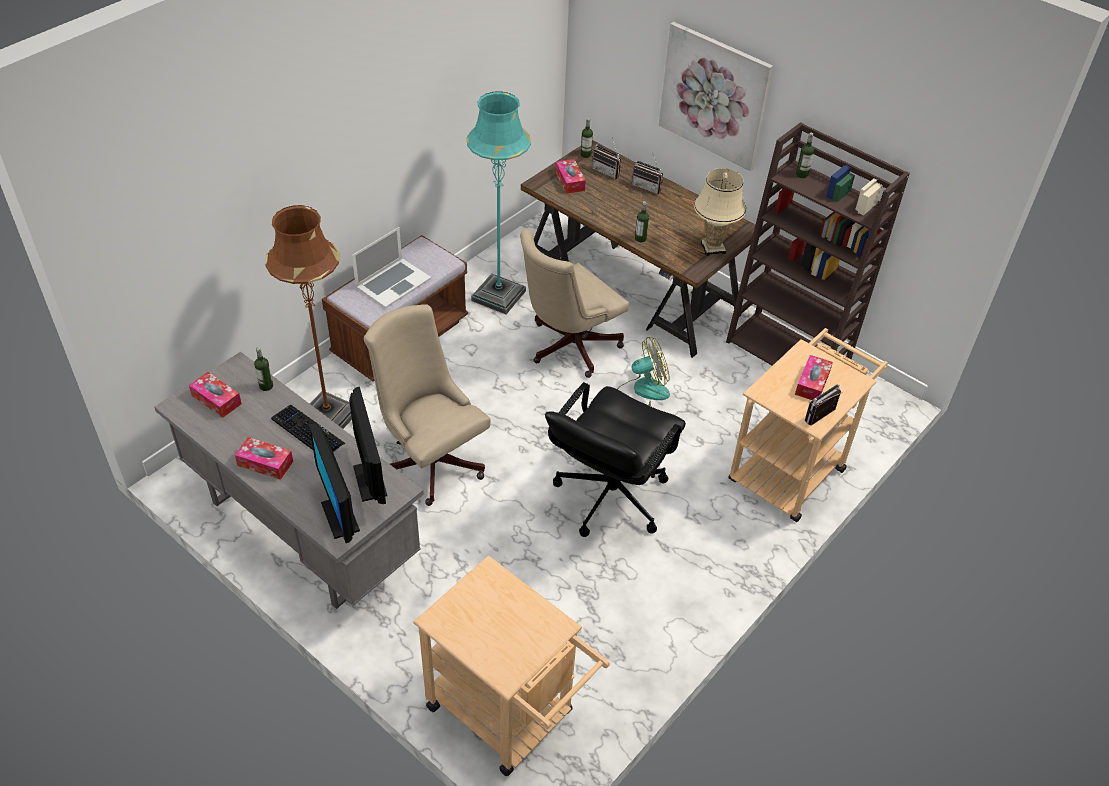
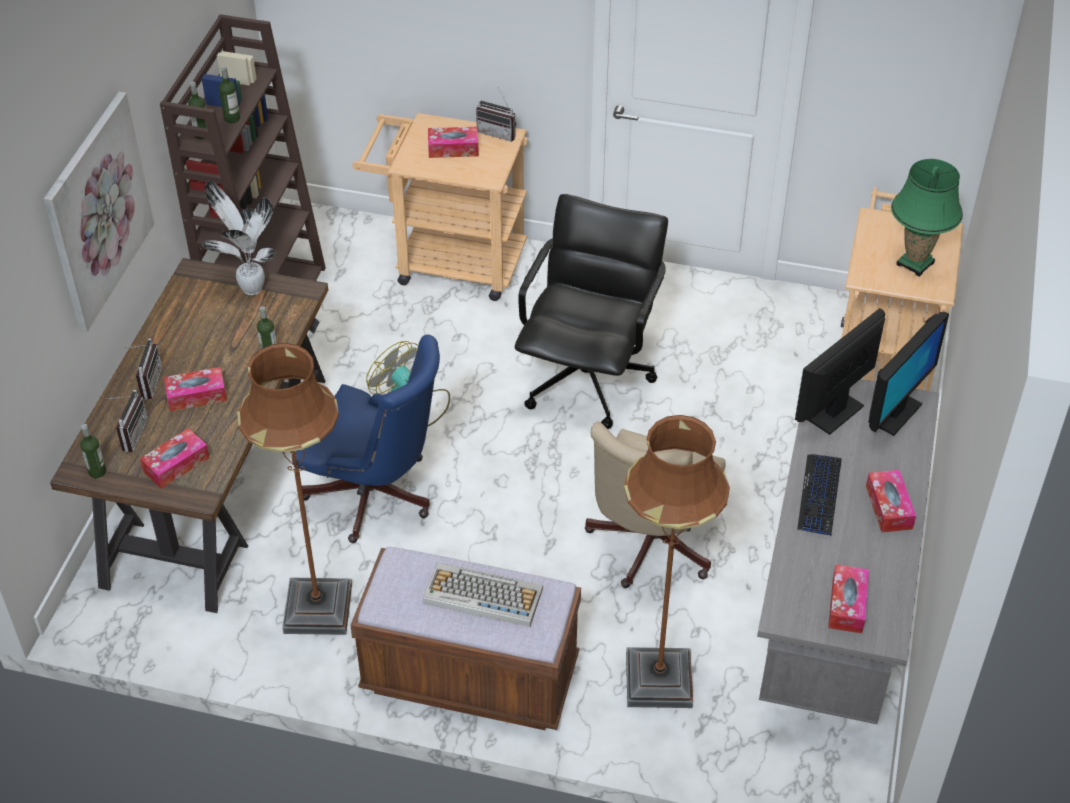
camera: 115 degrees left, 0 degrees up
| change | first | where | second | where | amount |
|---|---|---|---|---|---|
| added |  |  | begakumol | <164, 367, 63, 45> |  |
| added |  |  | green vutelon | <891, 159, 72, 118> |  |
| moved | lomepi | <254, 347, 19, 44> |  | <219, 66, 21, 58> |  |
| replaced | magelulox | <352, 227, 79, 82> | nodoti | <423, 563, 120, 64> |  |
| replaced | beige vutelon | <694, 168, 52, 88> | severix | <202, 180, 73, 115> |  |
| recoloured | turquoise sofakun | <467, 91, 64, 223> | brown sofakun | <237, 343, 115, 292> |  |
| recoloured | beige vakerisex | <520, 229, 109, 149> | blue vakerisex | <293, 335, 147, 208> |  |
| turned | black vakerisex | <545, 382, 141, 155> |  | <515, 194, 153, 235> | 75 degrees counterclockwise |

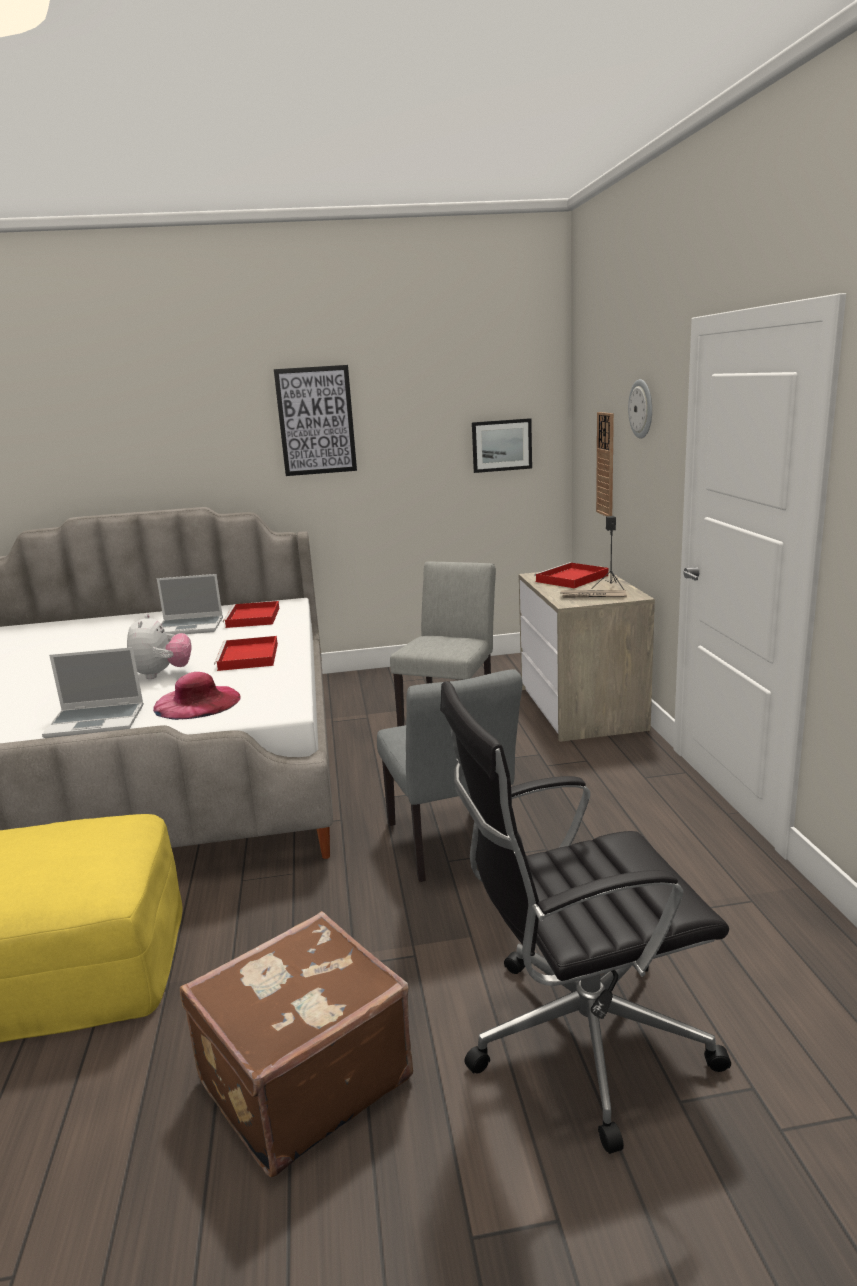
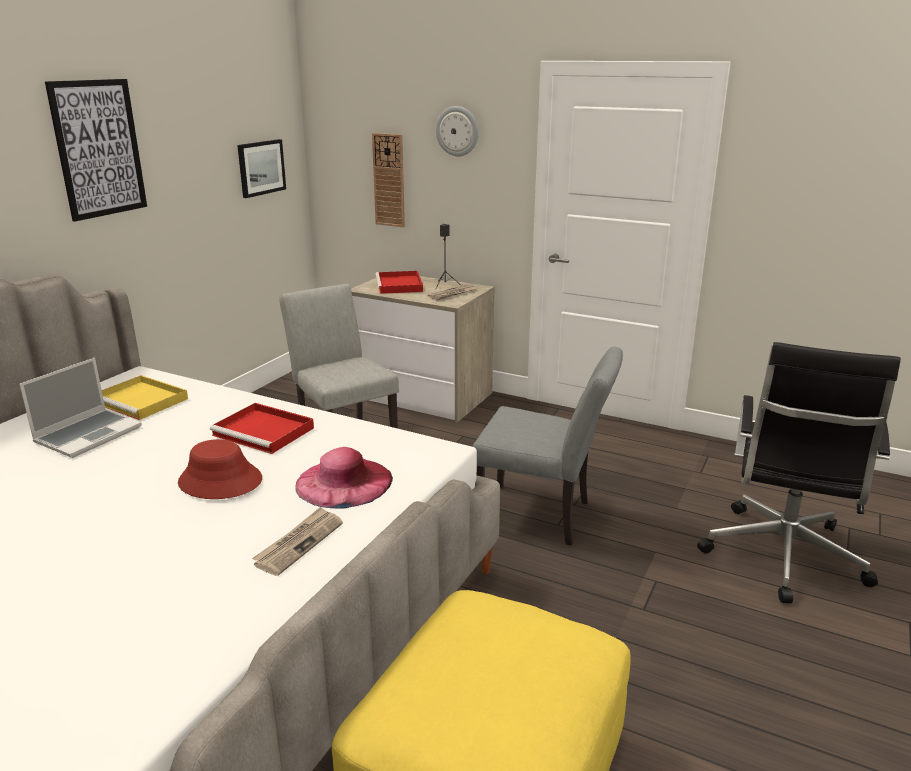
camera: 55 degrees left, 5 degrees up
| change | first | where | second | where | amount |
|---|---|---|---|---|---|
| removed | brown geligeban | <180, 911, 233, 267> |  |  |  |
| replaced | magelulox | <42, 647, 102, 91> | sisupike | <252, 507, 91, 69> |  |
| replaced | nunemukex | <127, 614, 65, 65> | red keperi | <178, 439, 84, 60> |  |
| recoloured | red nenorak | <223, 601, 56, 27> | yellow nenorak | <102, 375, 86, 45> |  |

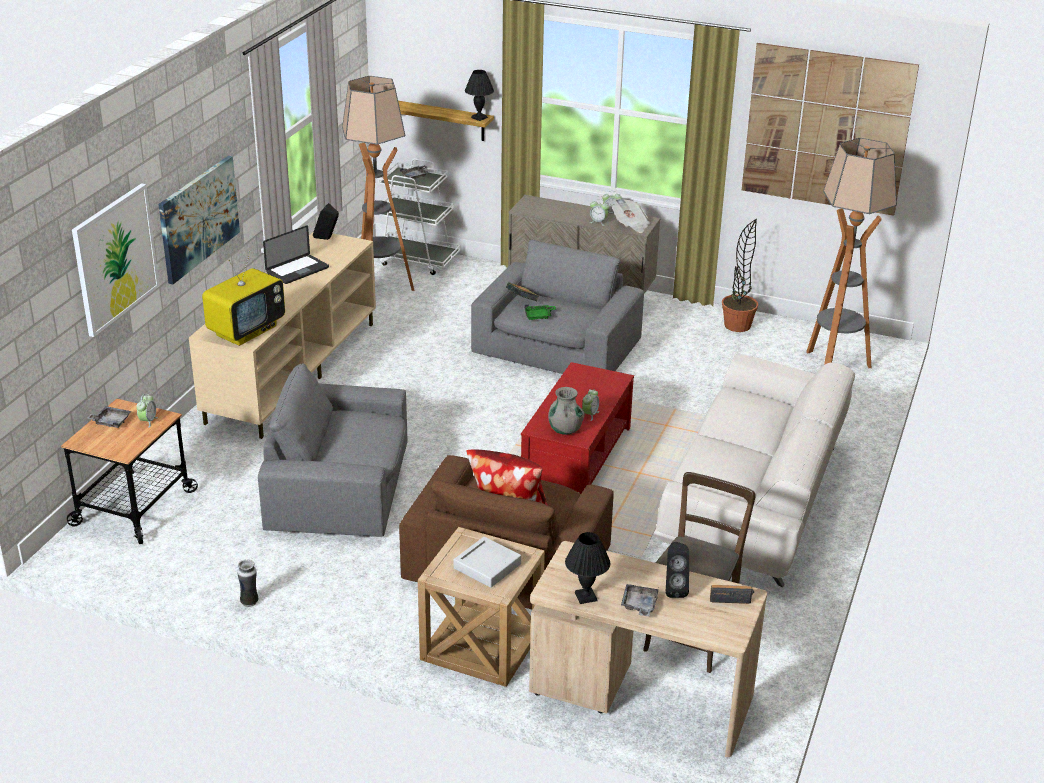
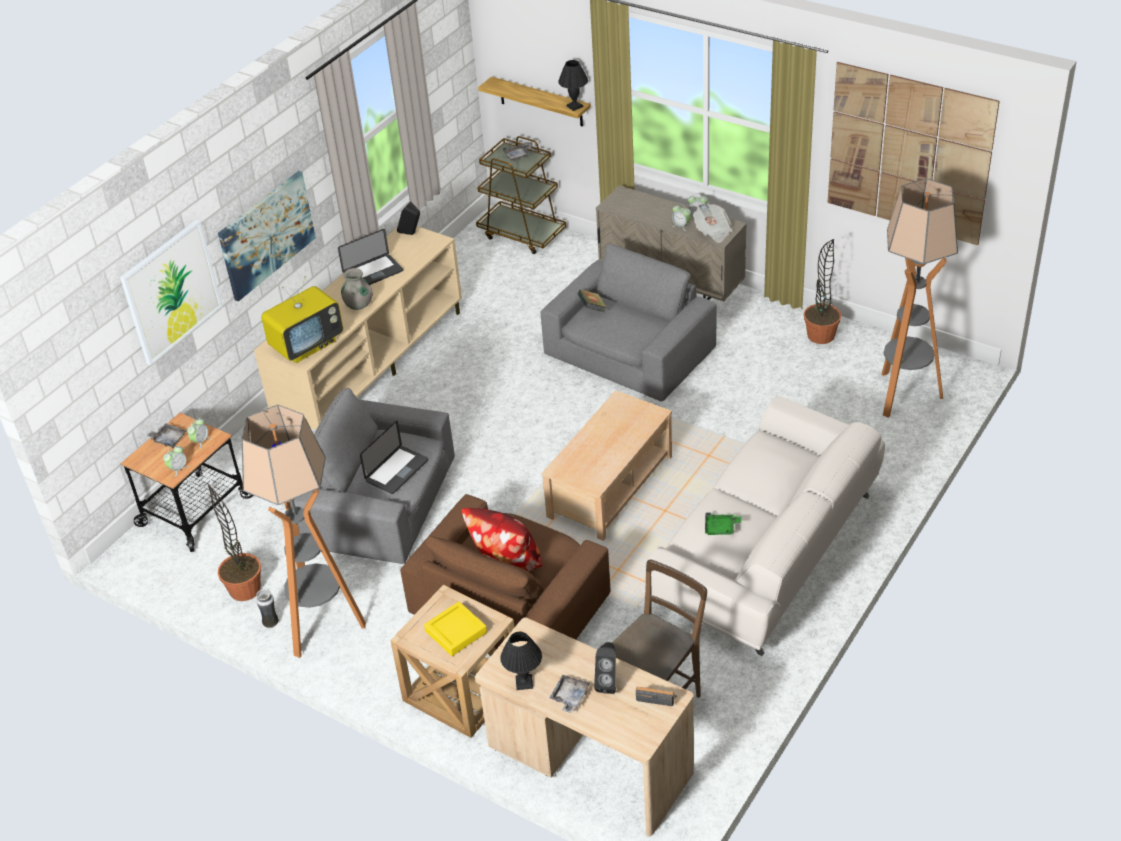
camera: 15 degrees right, 10 degrees up
| change | first | where | second | where | amount |
|---|---|---|---|---|---|
| added |  |  | severix | <208, 484, 53, 117> |  |
| added |  |  | magelulox | <360, 420, 68, 74> |  |
| moved | sofakun | <342, 76, 73, 215> |  | <242, 405, 124, 253> |  |
| moved | green nenorak | <524, 304, 32, 16> |  | <705, 512, 36, 23> |  |
| moved | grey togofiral | <548, 387, 37, 48> |  | <341, 268, 32, 42> |  |
| moved | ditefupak | <582, 389, 17, 32> |  | <163, 446, 26, 31> |  |
| recoloured | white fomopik | <378, 158, 83, 117> | brown fomopik | <476, 136, 90, 118> |  |
| recoloured | grey nenorak | <454, 537, 67, 51> | yellow nenorak | <424, 602, 63, 54> |  |
| recoloured | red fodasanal | <521, 362, 113, 132> | beige fodasanal | <541, 390, 131, 151> |  |

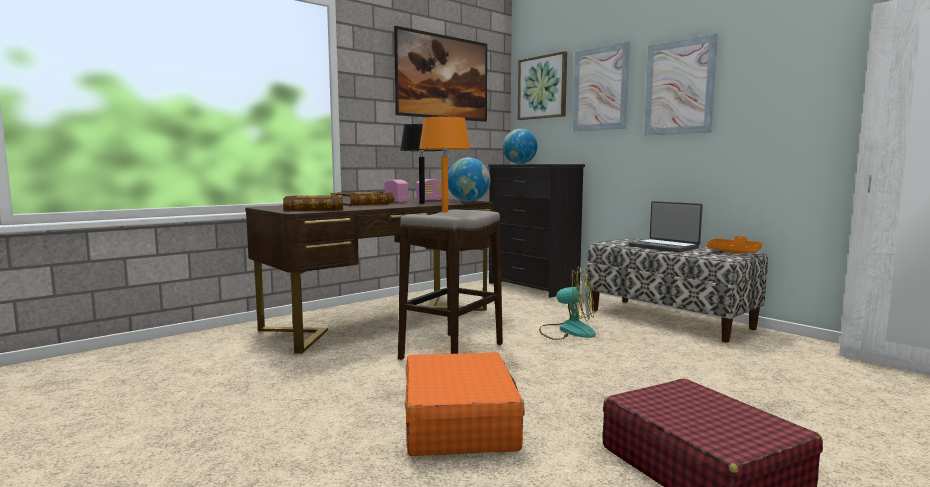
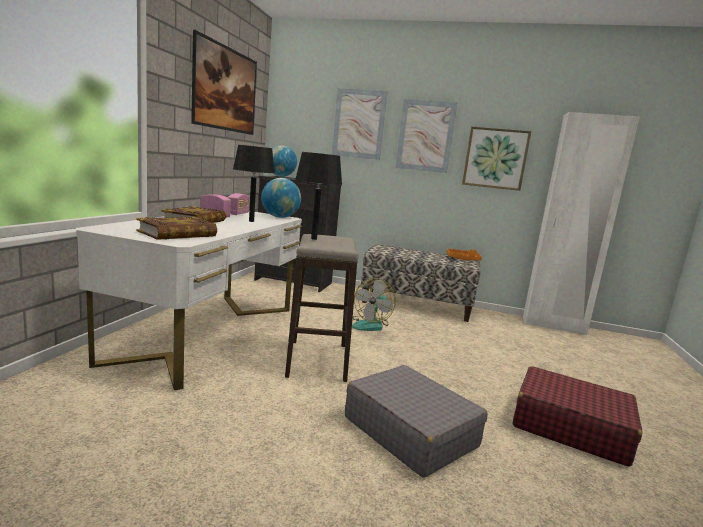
camera: 35 degrees left, 5 degrees up
| change | first | where | second | where | amount |
|---|---|---|---|---|---|
| removed | magelulox | <628, 201, 75, 51> |  |  |  |
| moved | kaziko | <518, 51, 49, 69> |  | <462, 126, 69, 65> |  |
| recoloured | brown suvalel | <245, 199, 248, 155> | white suvalel | <76, 212, 226, 178> |  |
| recoloured | orange geligeban | <405, 352, 120, 104> | grey geligeban | <345, 365, 143, 113> |  |
| recoloured | orange vutelon | <419, 117, 51, 95> | black vutelon | <295, 152, 47, 88> |  |
| turned | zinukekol | <539, 266, 57, 74> |  | <352, 278, 44, 53> | 135 degrees clockwise |

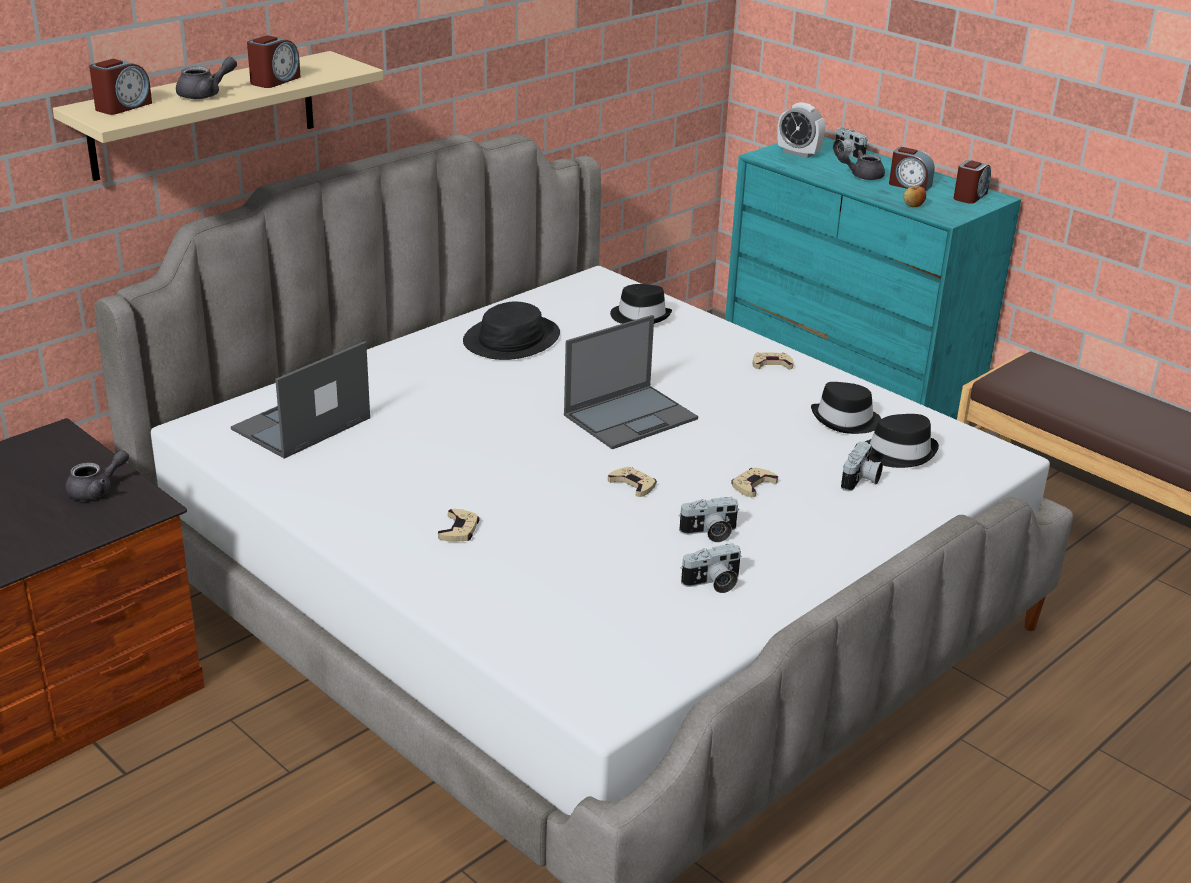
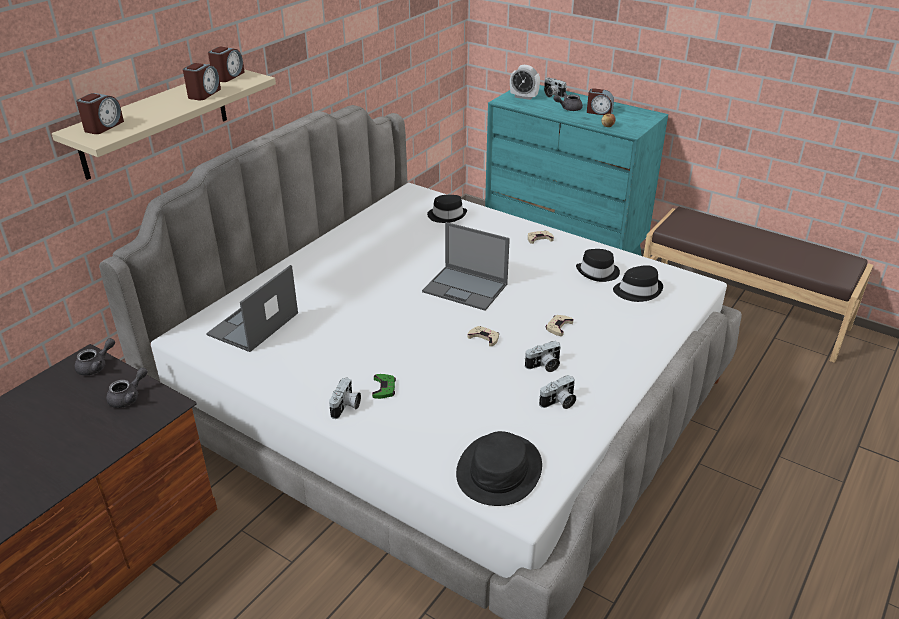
camera: 10 degrees left, 5 degrees up
| change | first | where | second | where | amount |
|---|---|---|---|---|---|
| moved | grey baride | <176, 57, 61, 42> |  | <75, 338, 40, 38> |  |
| moved | black keperi | <463, 302, 97, 58> |  | <456, 431, 86, 75> |  |
| moved | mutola | <841, 441, 42, 50> |  | <329, 377, 32, 42> |  |
| moved | ditefupak | <954, 160, 37, 44> |  | <208, 46, 37, 36> |  |
| recoloured | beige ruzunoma | <438, 509, 42, 33> | green ruzunoma | <372, 374, 24, 25> |  |
| turned | magelulox | <564, 315, 134, 134> |  | <422, 222, 88, 89> | 75 degrees clockwise |

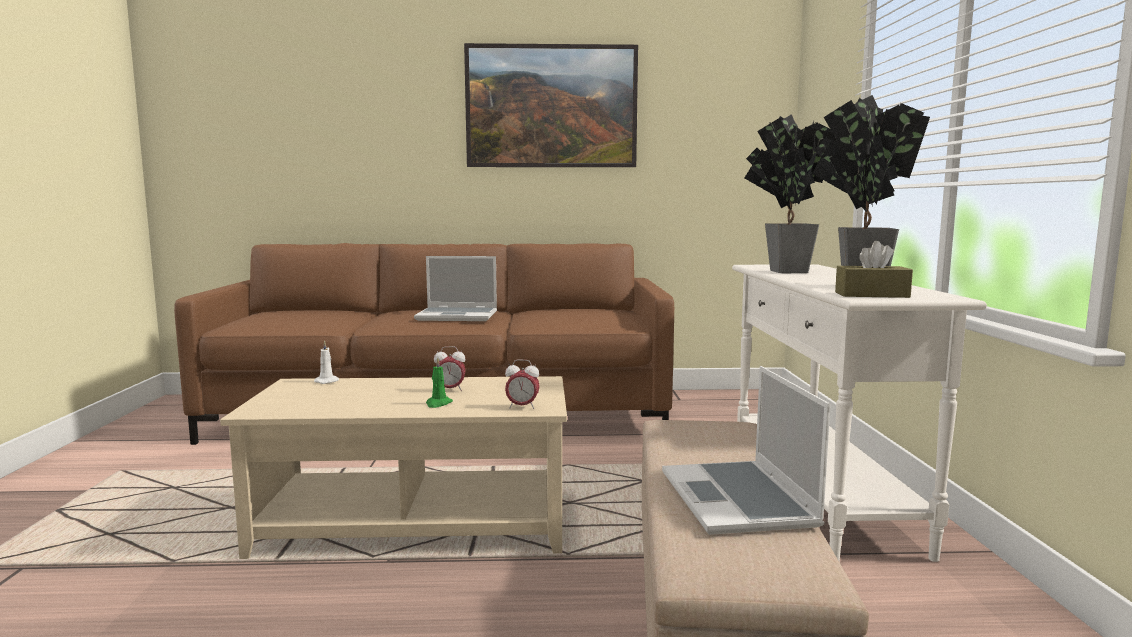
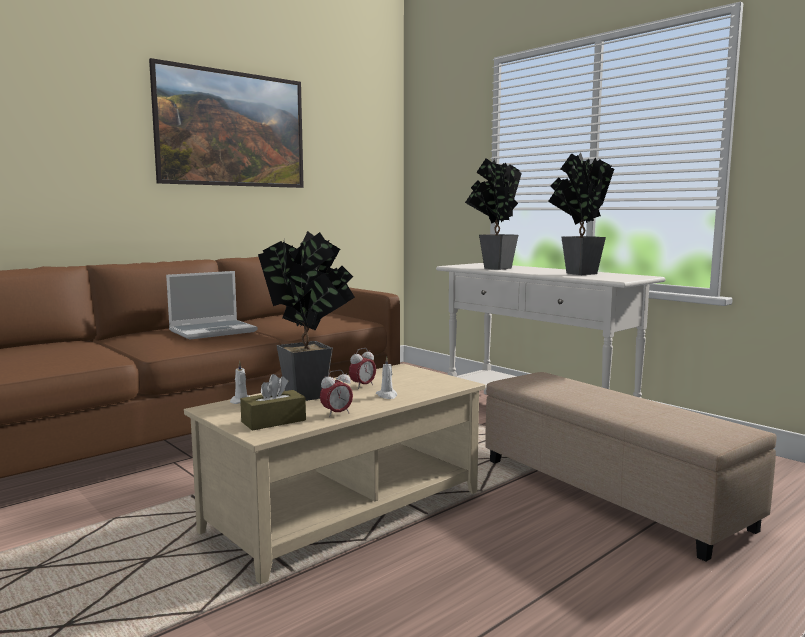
camera: 40 degrees left, 0 degrees up
| change | first | where | second | where | amount |
|---|---|---|---|---|---|
| removed | magelulox | <662, 366, 169, 169> |  |  |  |
| added |  |  | severix | <258, 231, 97, 170> |  |
| moved | ditefupak | <505, 360, 35, 49> |  | <320, 370, 33, 47> |  |
| moved | brown begakumol | <835, 241, 78, 57> |  | <240, 374, 66, 57> |  |
| recoloured | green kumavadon | <426, 357, 27, 51> | white kumavadon | <376, 356, 21, 43> |  |

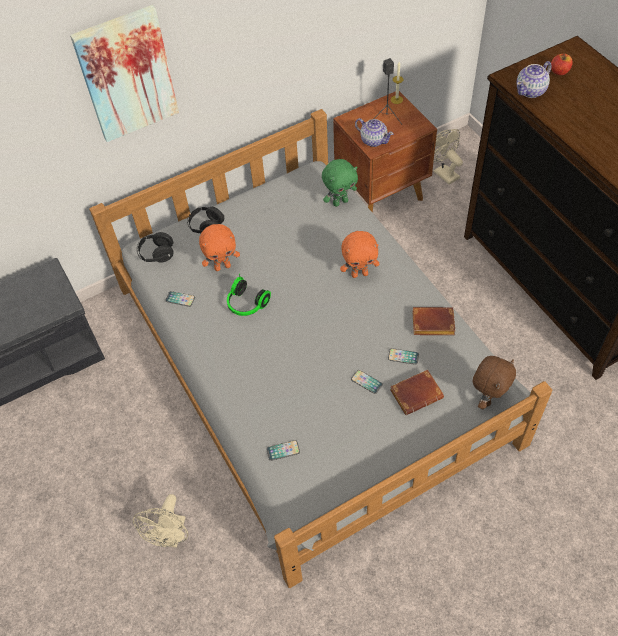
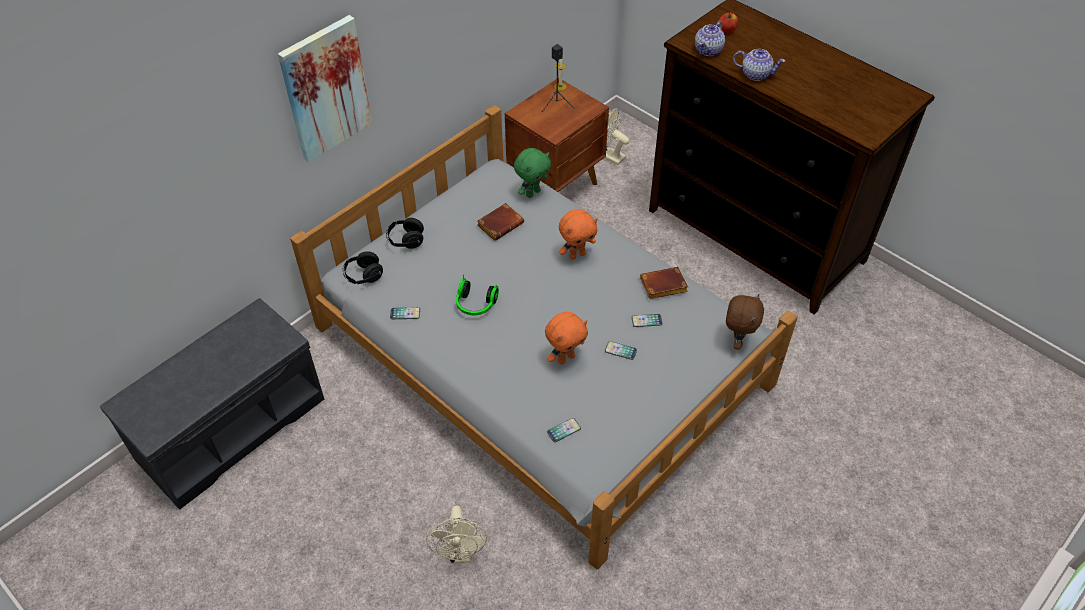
camera: 20 degrees left, 5 degrees down
| change | first | where | second | where | amount |
|---|---|---|---|---|---|
| moved | orange nunemukex | <199, 224, 41, 47> |  | <545, 312, 43, 52> |  |
| moved | baride | <355, 118, 39, 29> |  | <733, 49, 52, 32> |  |
| moved | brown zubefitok | <390, 369, 54, 46> |  | <477, 203, 47, 38> |  |

